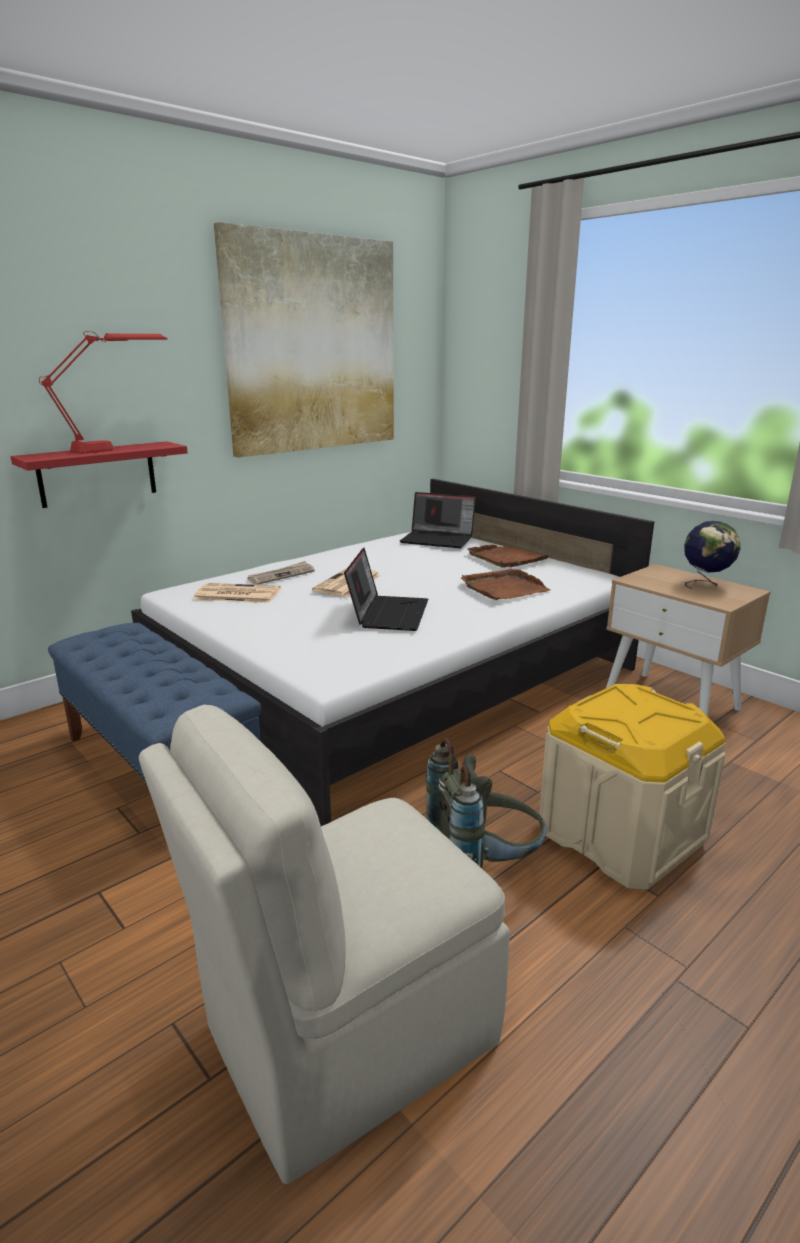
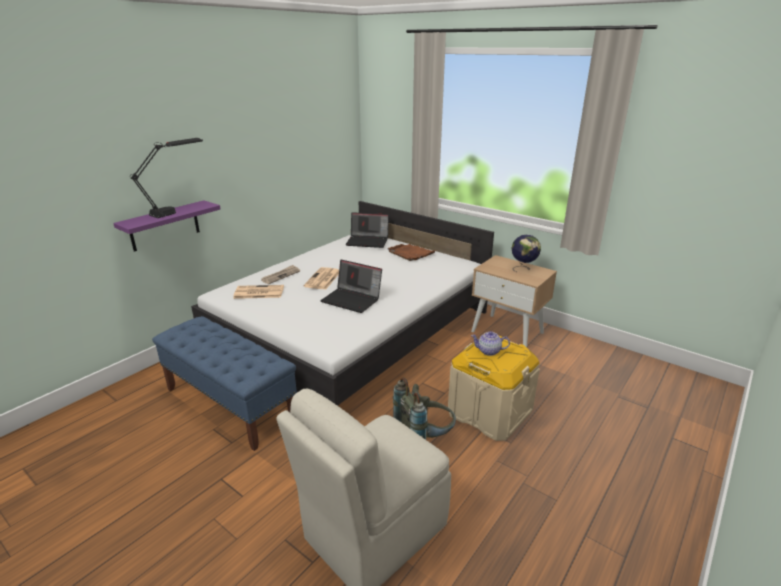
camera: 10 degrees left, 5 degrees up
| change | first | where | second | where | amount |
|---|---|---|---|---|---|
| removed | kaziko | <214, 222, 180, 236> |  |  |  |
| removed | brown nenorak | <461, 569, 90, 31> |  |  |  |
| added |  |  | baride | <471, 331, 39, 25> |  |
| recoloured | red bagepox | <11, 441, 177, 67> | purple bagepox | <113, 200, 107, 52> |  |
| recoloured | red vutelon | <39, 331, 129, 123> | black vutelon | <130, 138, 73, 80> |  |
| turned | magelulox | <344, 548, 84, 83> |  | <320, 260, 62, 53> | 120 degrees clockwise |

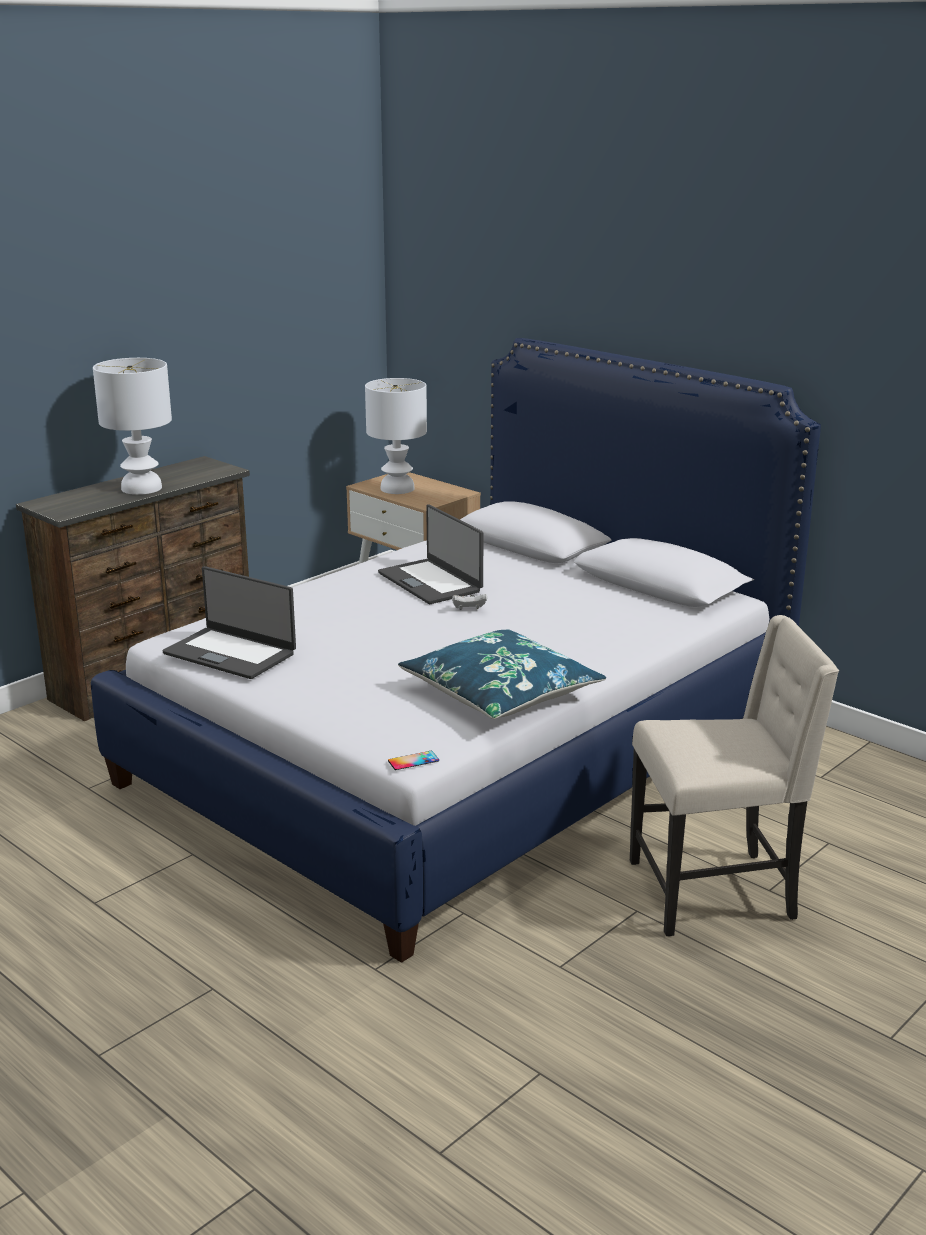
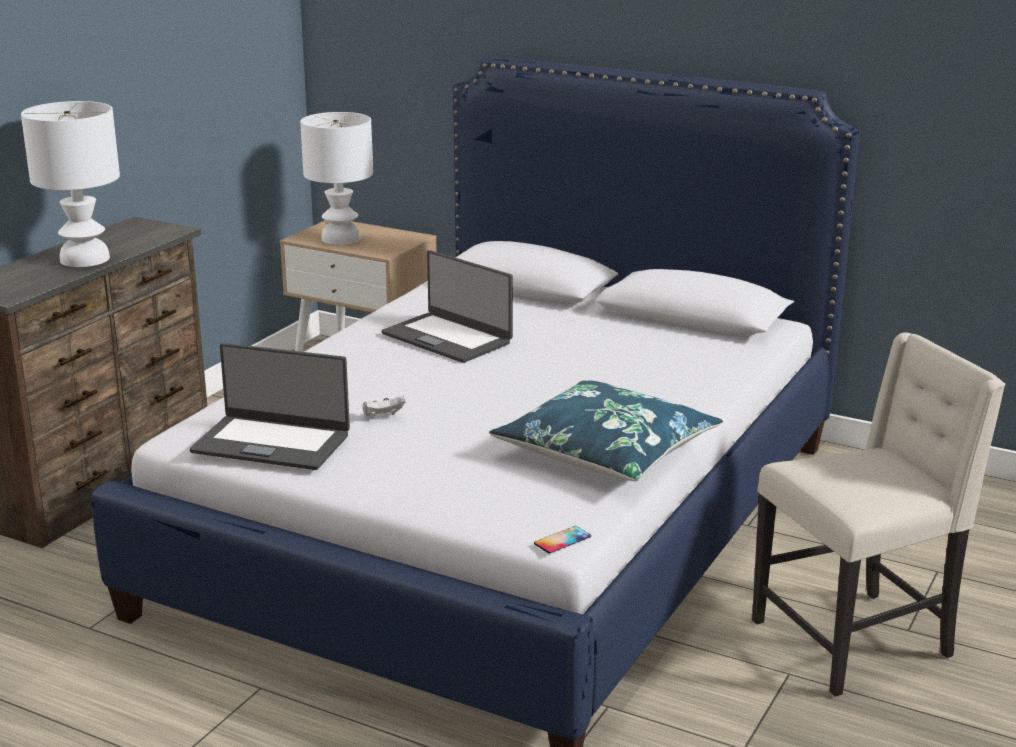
camera: 15 degrees left, 0 degrees up
| change | first | where | second | where | amount |
|---|---|---|---|---|---|
| moved | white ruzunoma | <452, 594, 35, 16> |  | <362, 396, 44, 22> |  |

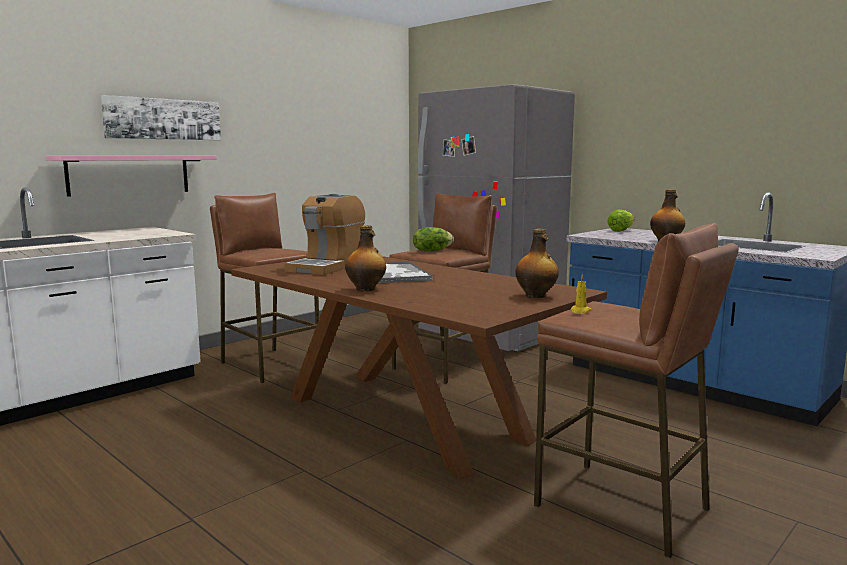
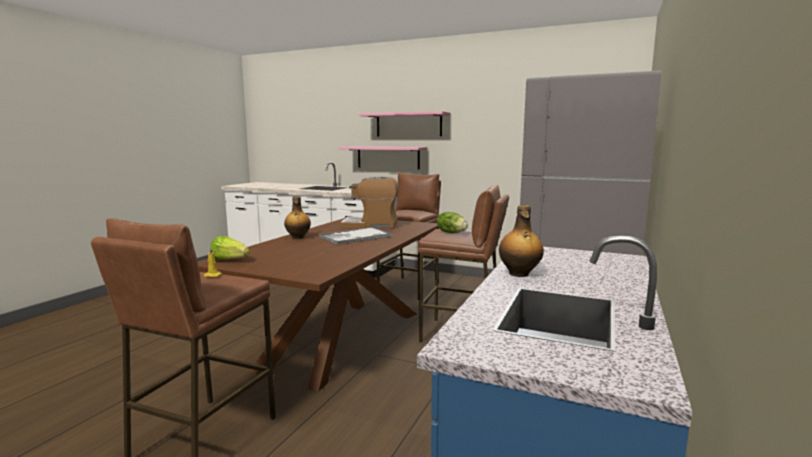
camera: 70 degrees right, 0 degrees up
| change | first | where | second | where | amount |
|---|---|---|---|---|---|
| removed | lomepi | <515, 229, 44, 69> |  |  |  |
| moved | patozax | <607, 210, 27, 22> |  | <210, 236, 40, 24> |  |
| replaced | kaziko | <101, 95, 120, 45> | pink bagepox | <359, 111, 91, 25> |  |

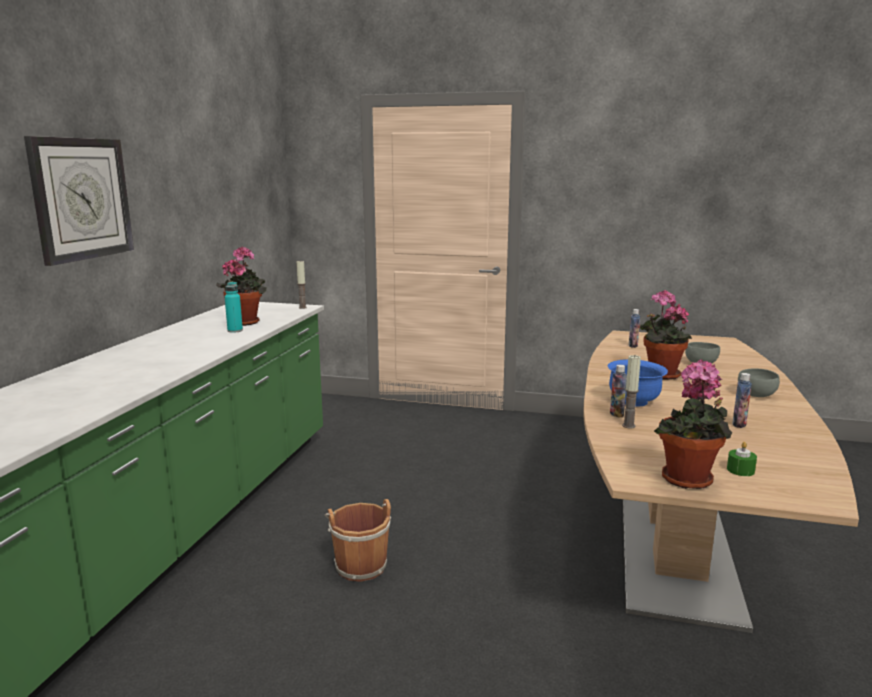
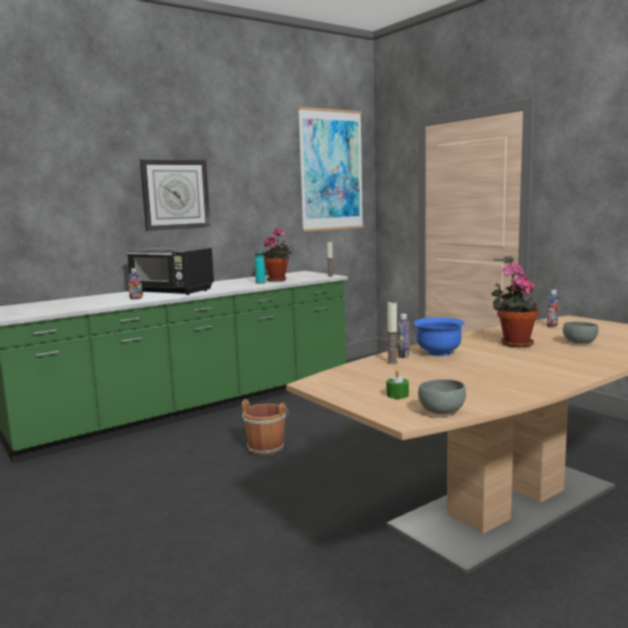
camera: 40 degrees right, 5 degrees down
| change | first | where | second | where | amount |
|---|---|---|---|---|---|
| removed | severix | <654, 359, 78, 130> |  |  |  |
| added |  |  | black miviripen | <126, 247, 88, 48> |  |
| added |  |  | kaziko | <298, 107, 66, 125> |  |
| moved | lomepi | <732, 373, 20, 55> |  | <128, 268, 15, 31> |  |
| moved | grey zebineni | <738, 368, 42, 29> |  | <418, 379, 48, 35> |  |

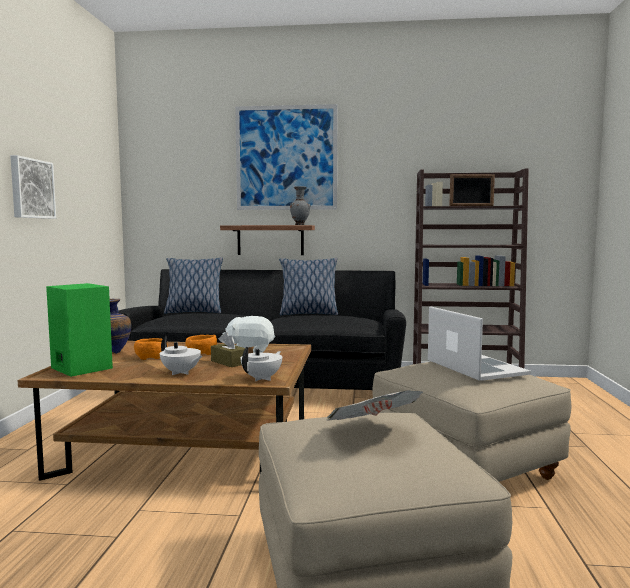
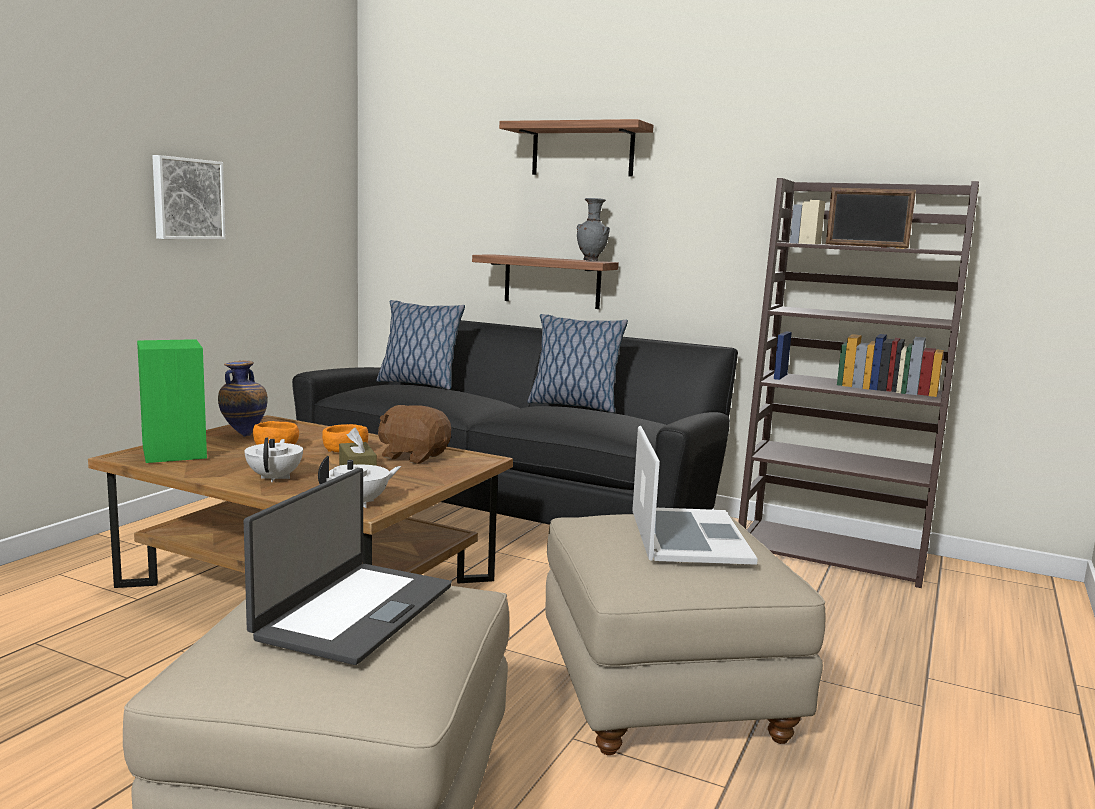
camera: 20 degrees right, 5 degrees up
| change | first | where | second | where | amount |
|---|---|---|---|---|---|
| replaced | kaziko | <235, 104, 103, 106> | bagepox | <499, 119, 155, 57> |  |
| replaced | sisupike | <327, 390, 96, 31> | magelulox | <244, 468, 208, 197> |  |
| recoloured | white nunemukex | <222, 316, 53, 37> | brown nunemukex | <378, 405, 73, 59> |  |
| turned | white baride | <160, 336, 43, 39> |  | <244, 438, 59, 44> | 150 degrees counterclockwise |

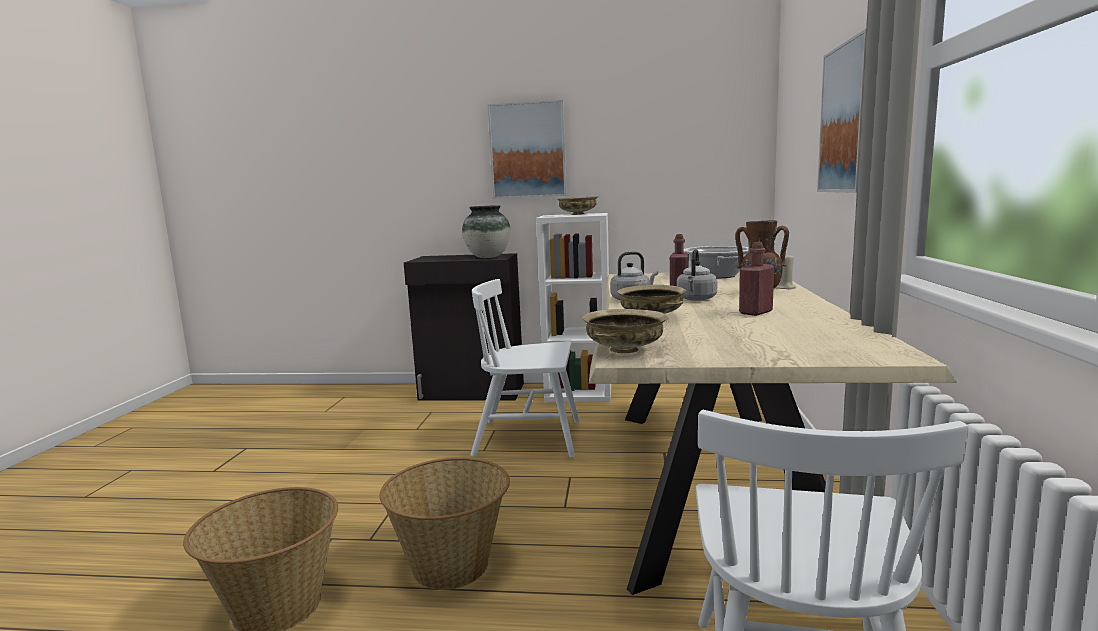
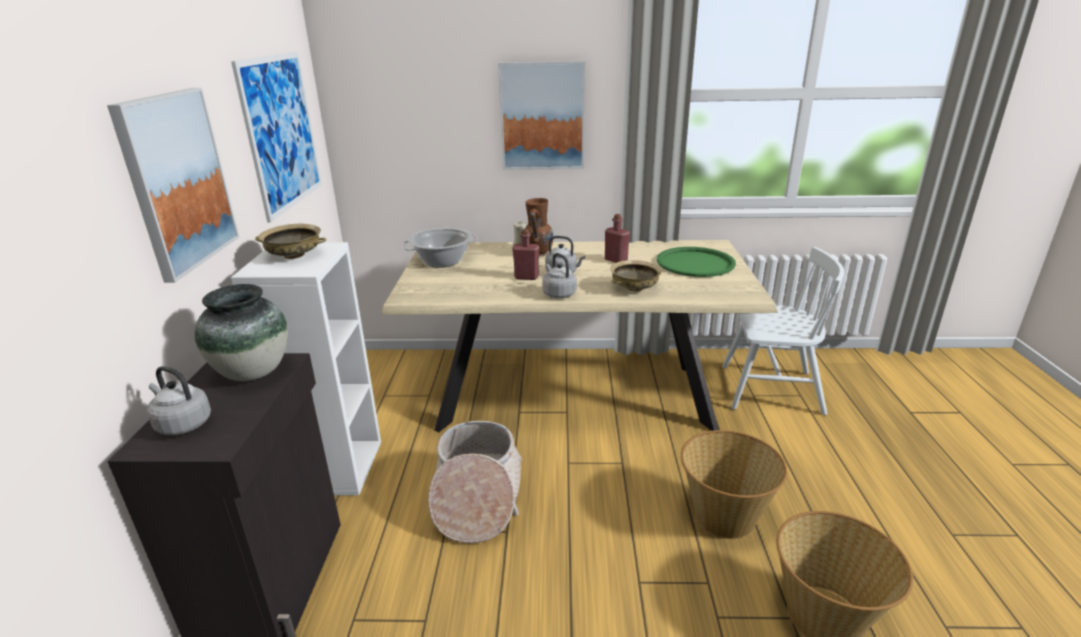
camera: 95 degrees left, 15 degrees up
| change | first | where | second | where | amount |
|---|---|---|---|---|---|
| removed | beige zebineni | <582, 309, 85, 44> |  |  |  |
| added |  |  | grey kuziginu | <147, 366, 64, 69> |  |
| added |  |  | kaziko | <231, 52, 91, 171> |  |
| added |  |  | green nenorak | <657, 247, 79, 30> |  |
| replaced | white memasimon | <471, 279, 109, 179> | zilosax | <428, 421, 94, 122> |  |

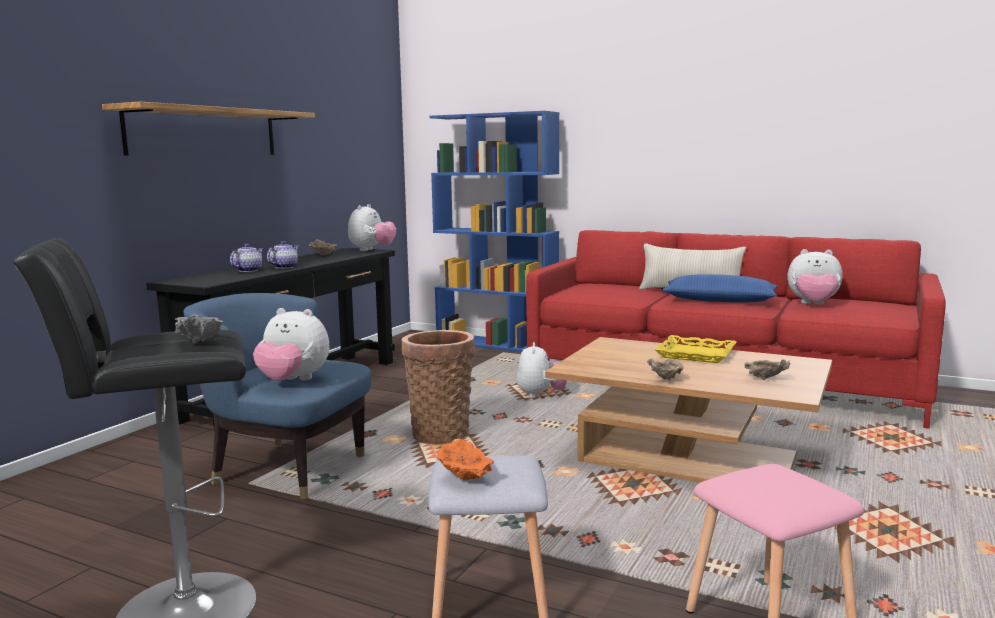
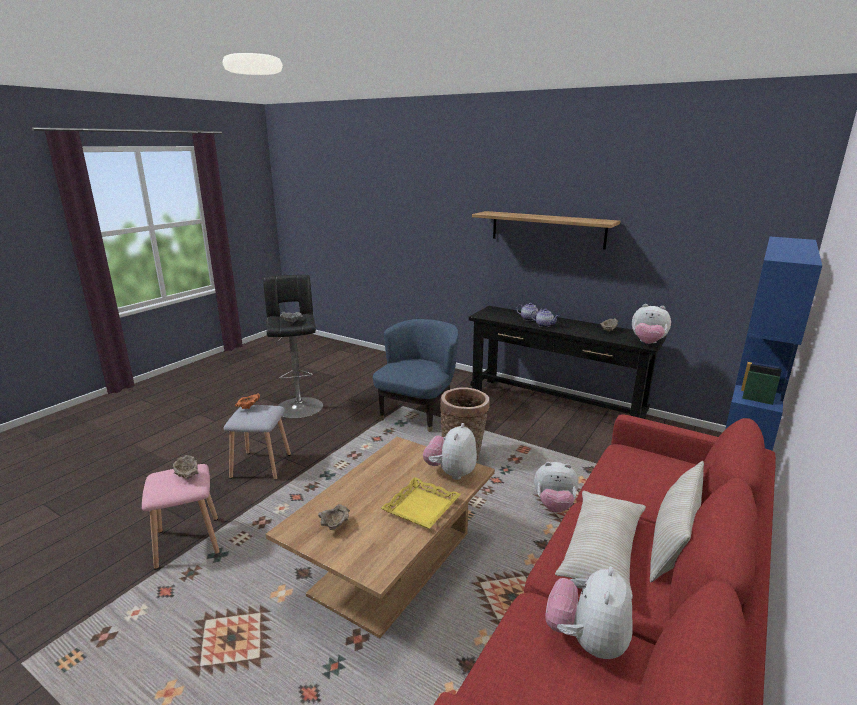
camera: 95 degrees right, 10 degrees up
| change | first | where | second | where | amount |
|---|---|---|---|---|---|
| moved | nunemukex | <253, 308, 76, 73> |  | <423, 423, 54, 57> |  |
| moved | beige zebineni | <647, 358, 37, 22> |  | <173, 455, 26, 24> |  |
| recoloured | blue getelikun | <662, 274, 116, 29> | beige getelikun | <555, 491, 91, 109> |  |

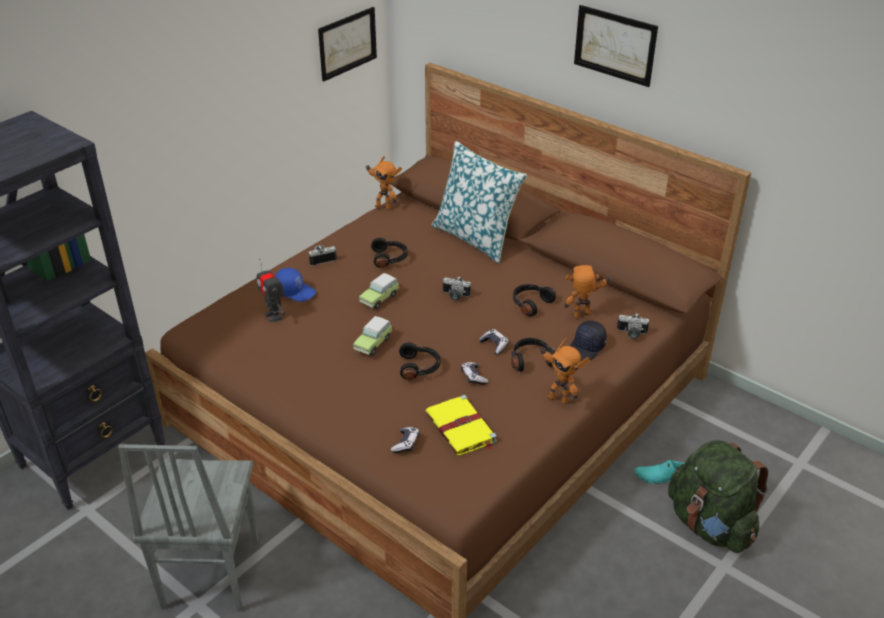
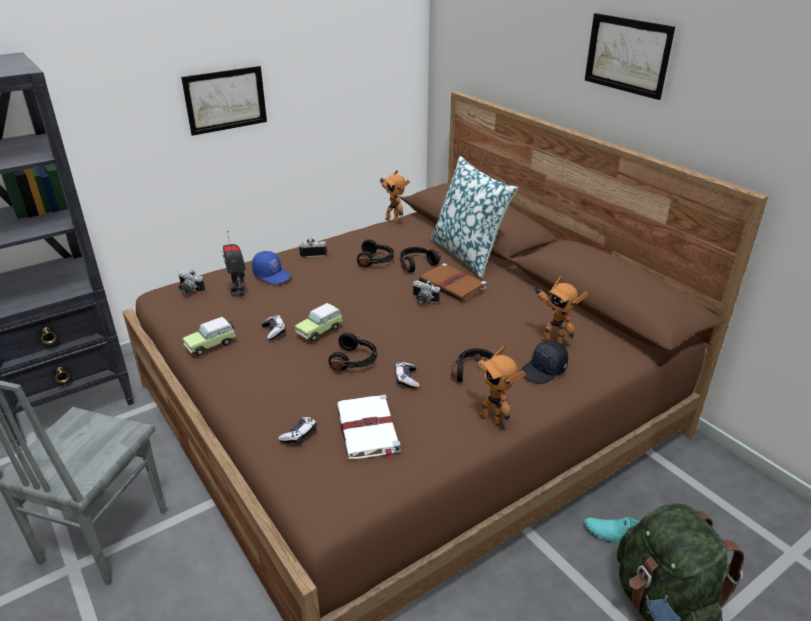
camera: 15 degrees right, 5 degrees down
| change | first | where | second | where | amount |
|---|---|---|---|---|---|
| added |  |  | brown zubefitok | <419, 263, 68, 38> |  |
| moved | kaziko | <318, 7, 59, 75> |  | <181, 66, 86, 70> |  |
| moved | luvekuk | <359, 273, 40, 36> |  | <182, 317, 54, 39> |  |
| moved | ruzunoma | <479, 329, 30, 25> |  | <261, 315, 25, 25> |  |
| moved | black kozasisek | <513, 284, 43, 32> |  | <399, 247, 42, 26> |  |
| moved | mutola | <617, 313, 32, 26> |  | <178, 270, 27, 24> |  |
| recoloured | yellow zubefitok | <426, 395, 71, 61> | white zubefitok | <337, 394, 64, 66> |  |
| turned | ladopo | <565, 265, 46, 53> |  | <534, 276, 55, 68> | 150 degrees counterclockwise |

